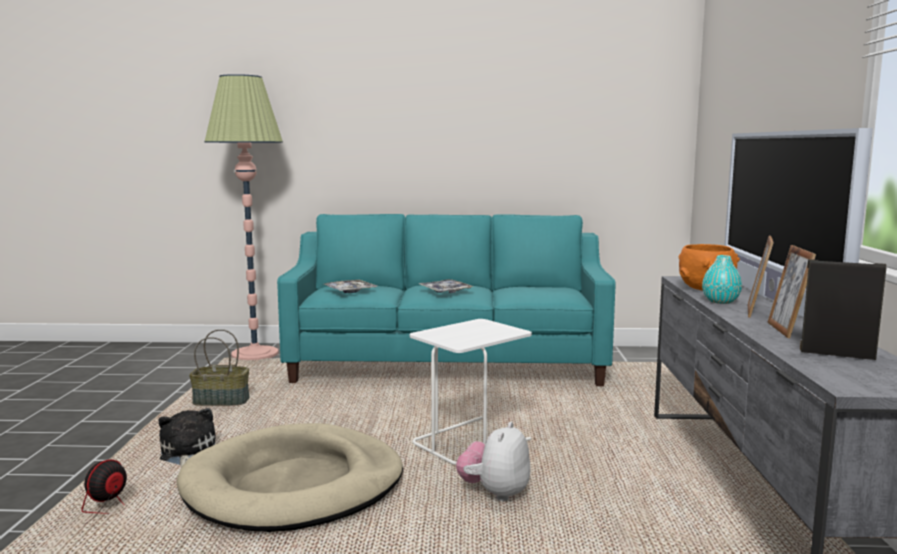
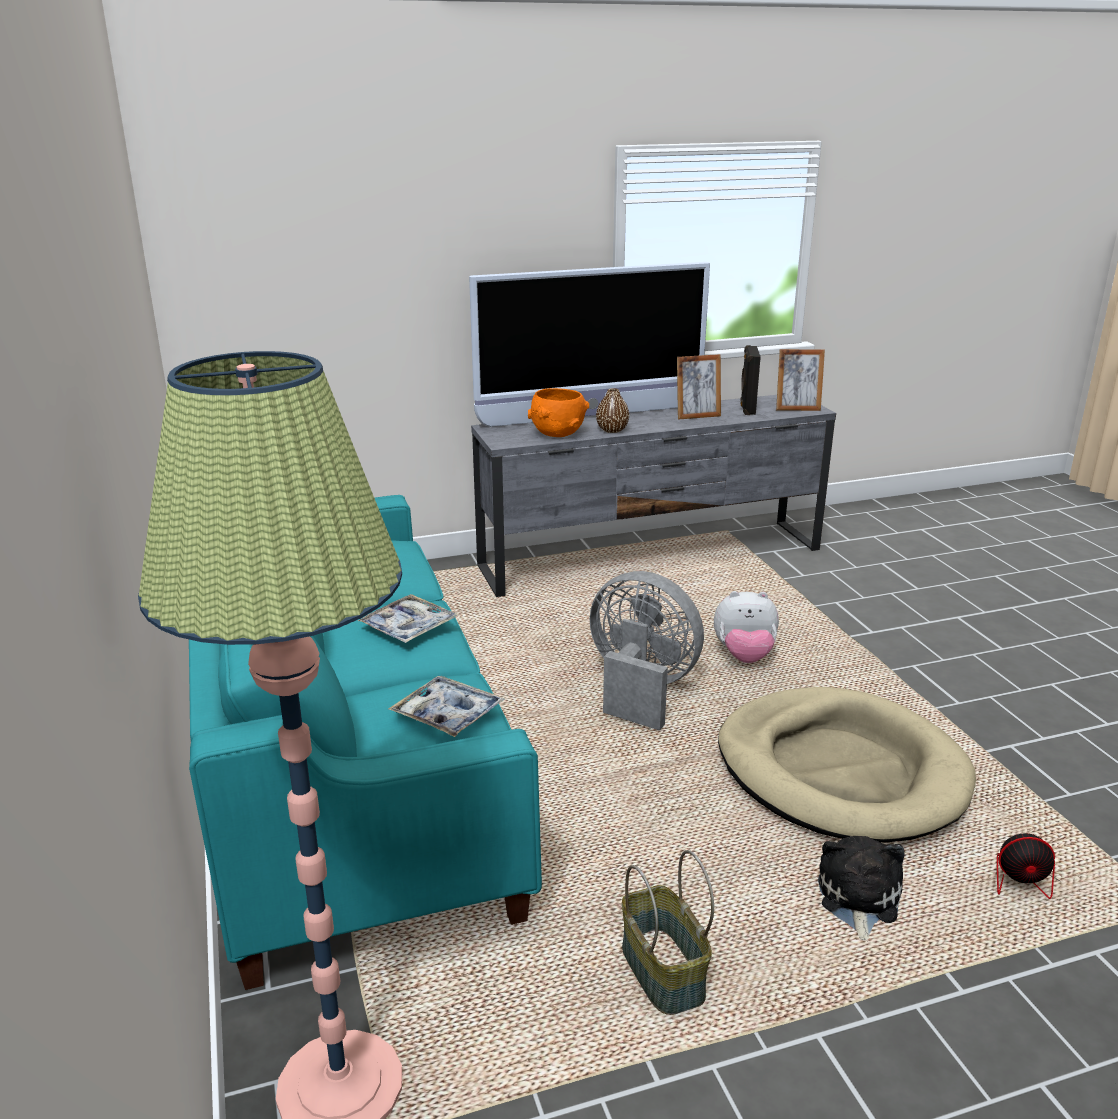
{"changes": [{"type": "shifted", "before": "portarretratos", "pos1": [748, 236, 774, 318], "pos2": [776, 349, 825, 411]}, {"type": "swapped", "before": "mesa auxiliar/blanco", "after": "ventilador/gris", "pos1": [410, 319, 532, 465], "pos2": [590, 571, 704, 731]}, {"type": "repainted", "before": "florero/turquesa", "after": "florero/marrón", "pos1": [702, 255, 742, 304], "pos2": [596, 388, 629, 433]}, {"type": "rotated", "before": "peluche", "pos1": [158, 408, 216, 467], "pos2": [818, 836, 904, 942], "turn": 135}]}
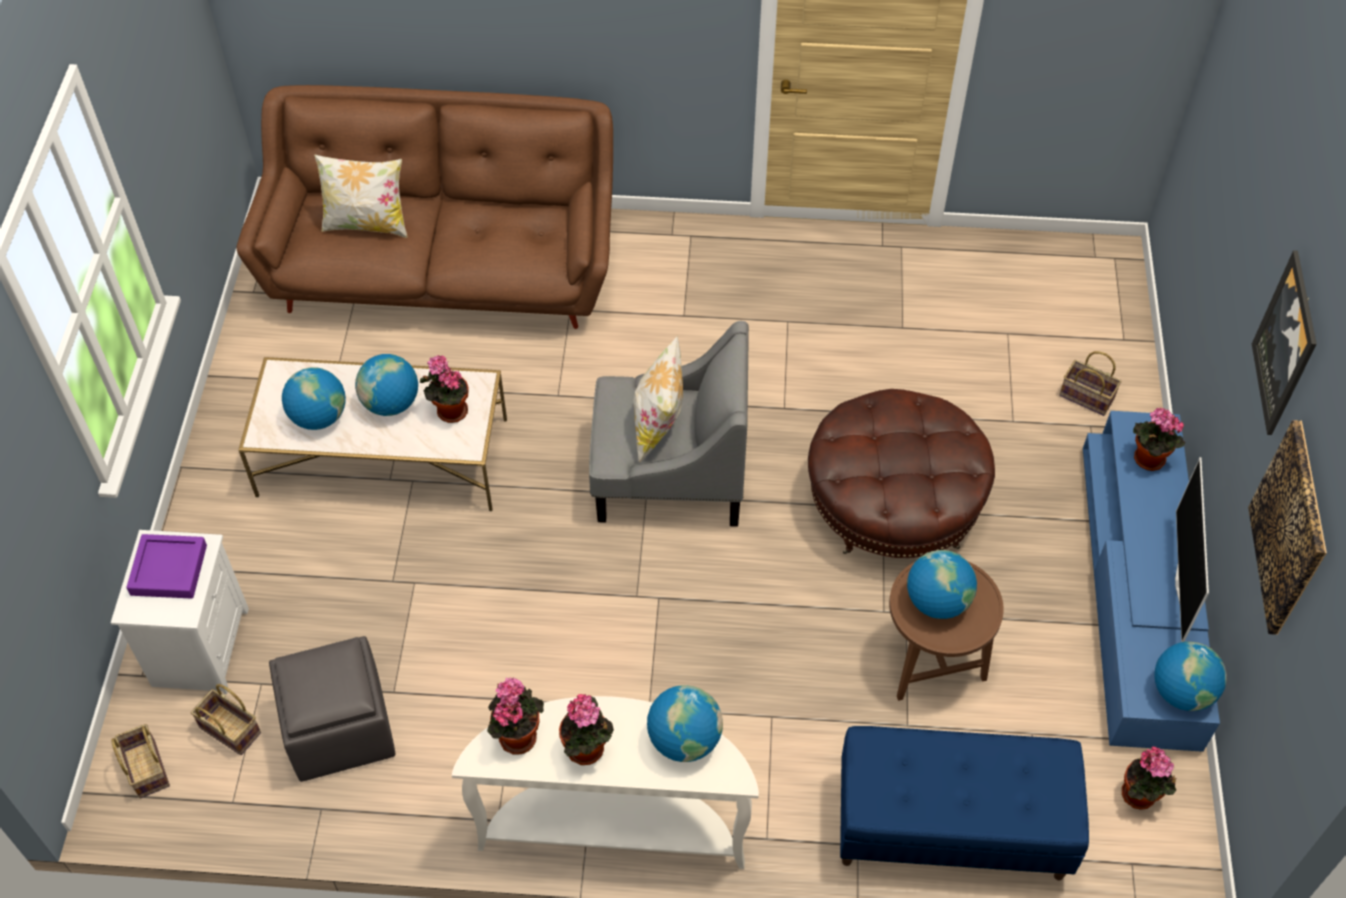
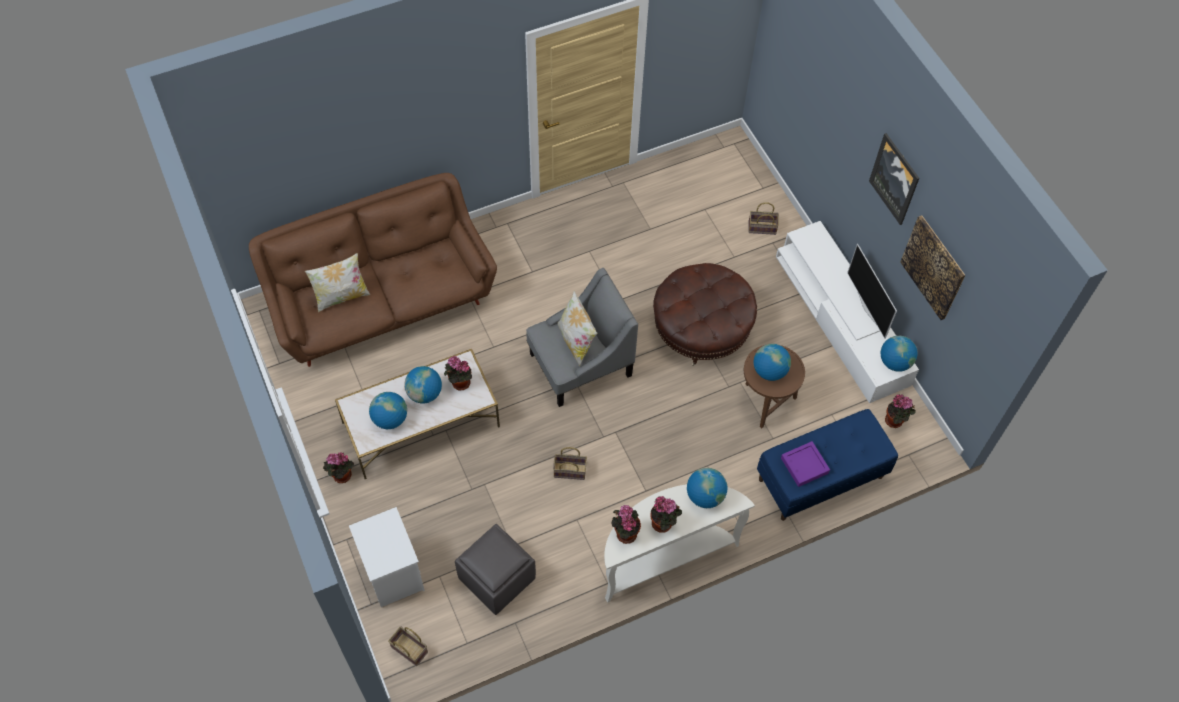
{"changes": [{"type": "shifted", "before": "bandeja/morado", "pos1": [126, 534, 207, 599], "pos2": [781, 441, 830, 487]}, {"type": "shifted", "before": "cesta", "pos1": [191, 684, 261, 755], "pos2": [553, 447, 587, 480]}, {"type": "shifted", "before": "planta en maceta", "pos1": [1133, 407, 1185, 471], "pos2": [323, 453, 354, 483]}, {"type": "repainted", "before": "mueble de televisión/azul", "after": "mueble de televisión/blanco", "pos1": [1083, 411, 1220, 752], "pos2": [776, 221, 919, 403]}]}
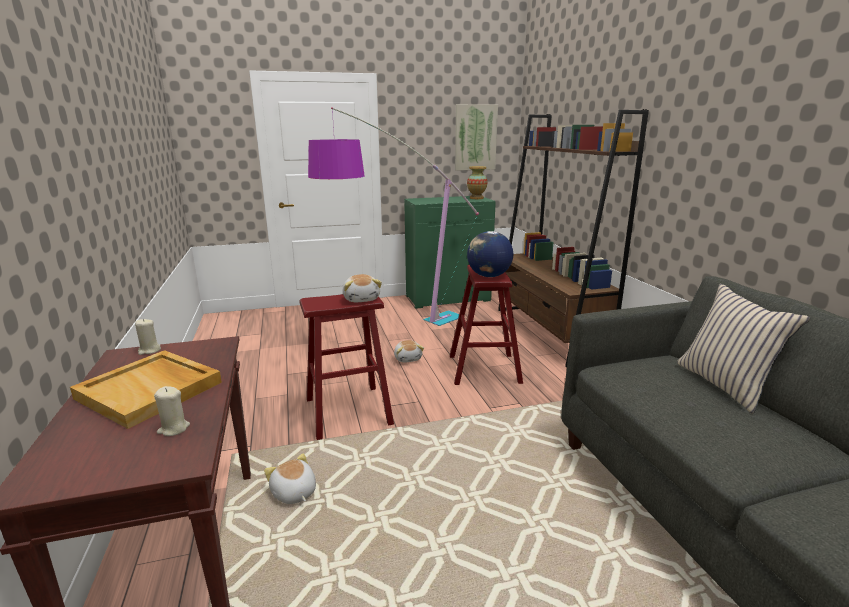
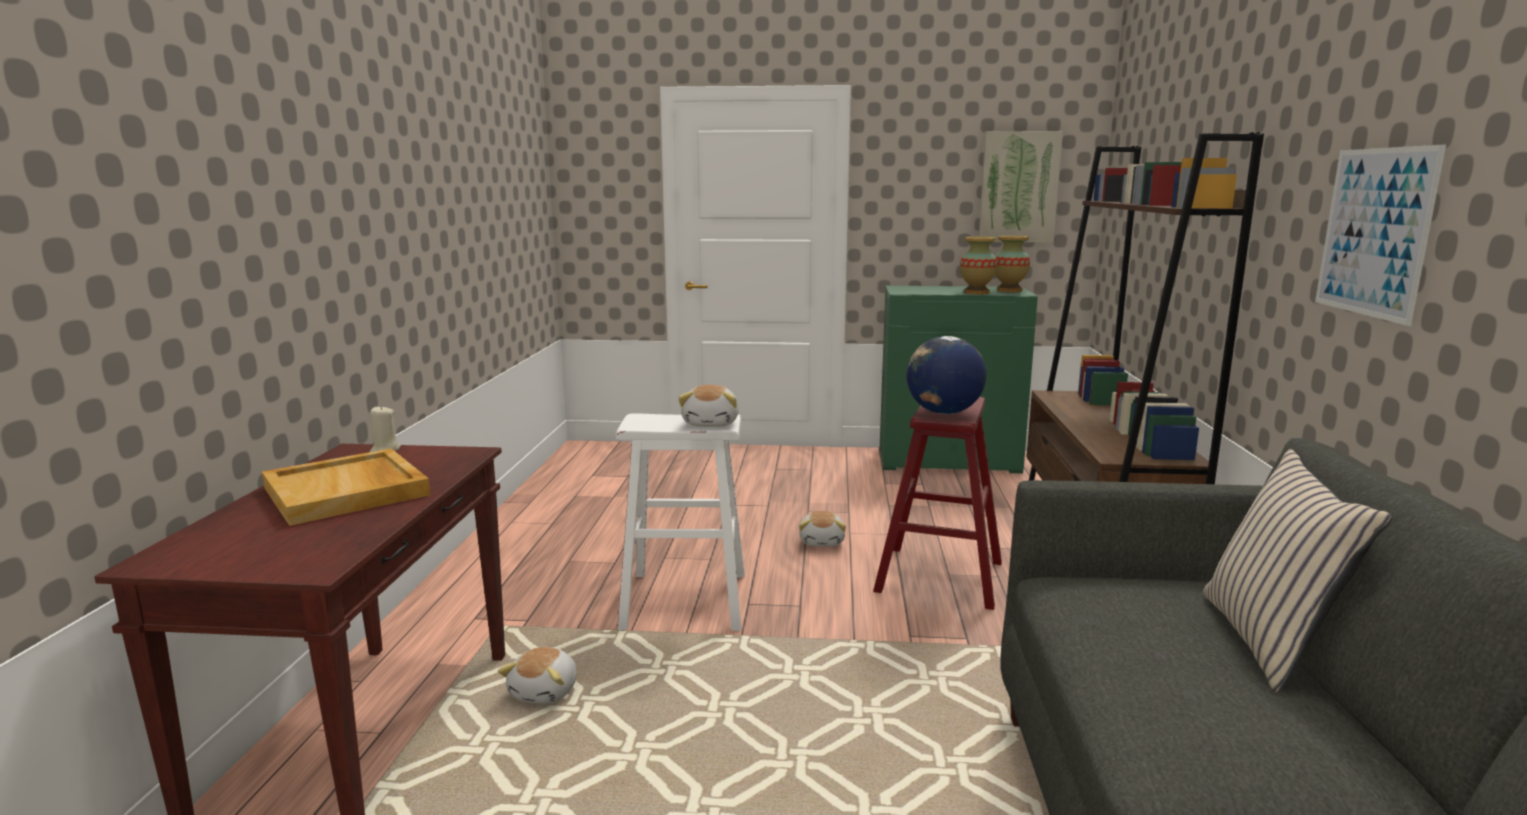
{"changes": [{"type": "gone", "before": "vela/beis", "pos1": [154, 386, 190, 436]}, {"type": "gone", "before": "lámpara de pie", "pos1": [308, 107, 479, 326]}, {"type": "new", "after": "florero", "pos2": [960, 237, 997, 294]}, {"type": "new", "after": "cuadro", "pos2": [1315, 144, 1446, 326]}, {"type": "repainted", "before": "taburete/rojo", "after": "taburete/blanco", "pos1": [300, 294, 394, 440], "pos2": [616, 414, 745, 631]}, {"type": "rotated", "before": "peluche", "pos1": [264, 453, 316, 504], "pos2": [498, 647, 577, 704], "turn": -150}]}
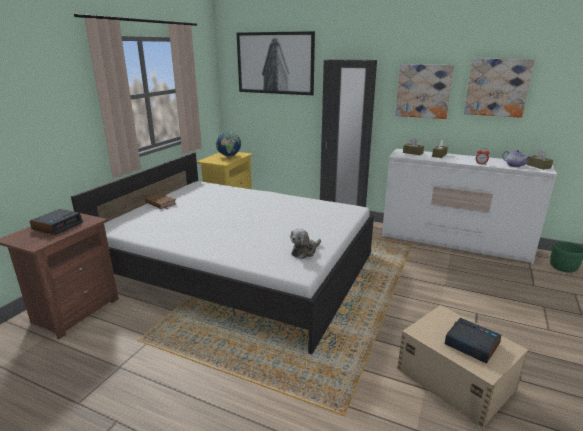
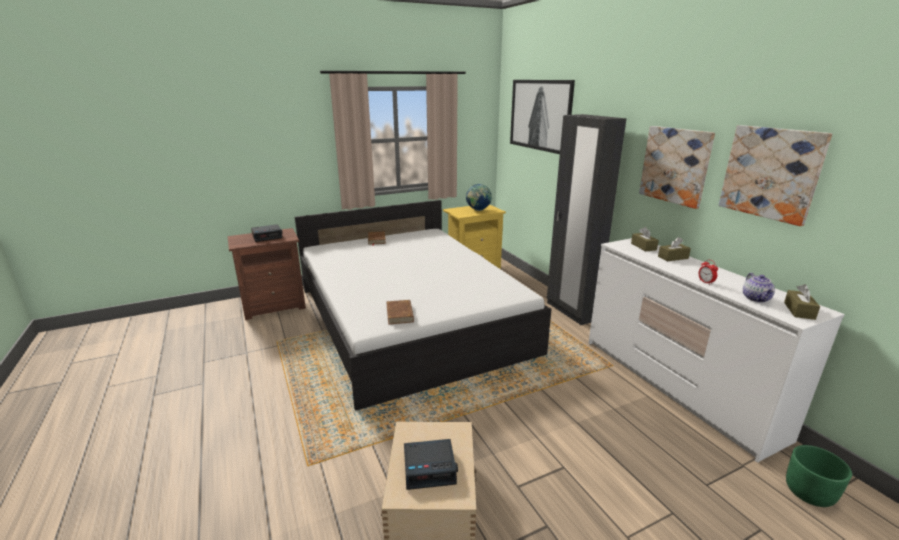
{"changes": [{"type": "swapped", "before": "peluche", "after": "libro/marrón", "pos1": [290, 228, 321, 259], "pos2": [386, 300, 414, 325]}, {"type": "rotated", "before": "despertador", "pos1": [445, 318, 501, 364], "pos2": [404, 439, 458, 490], "turn": 90}]}
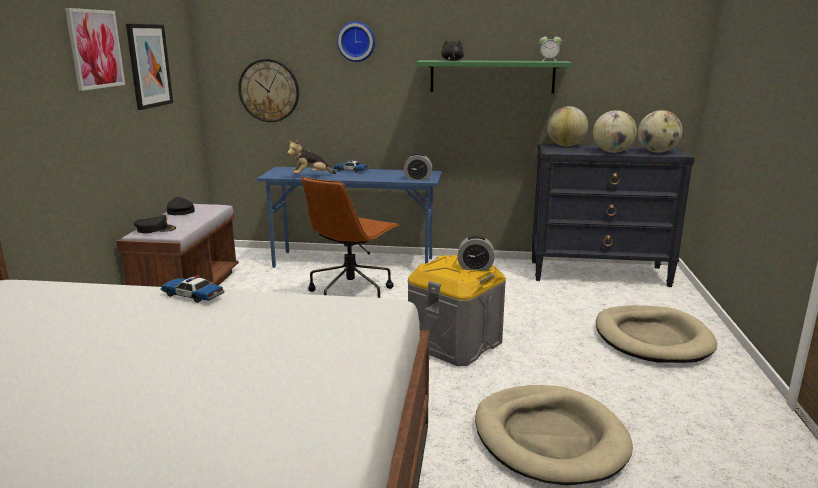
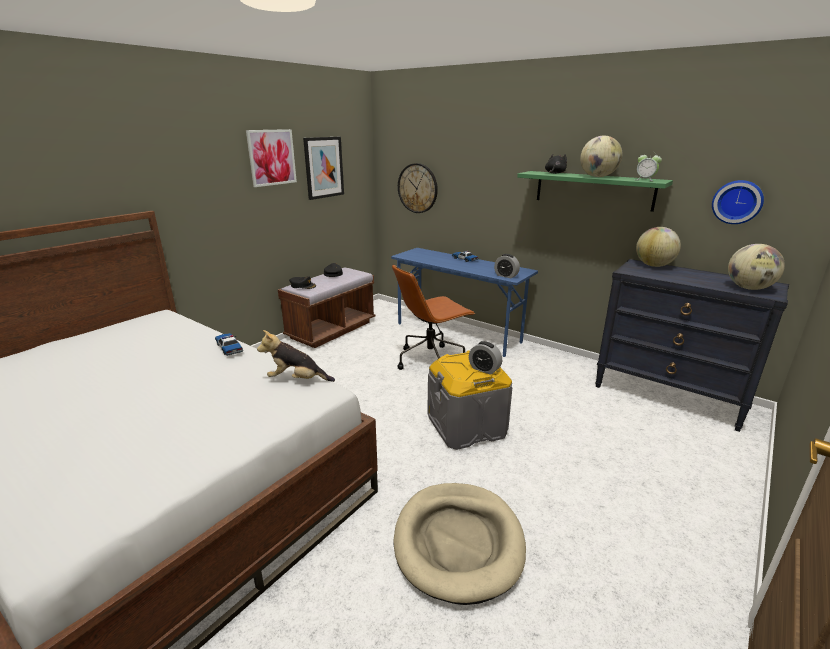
{"changes": [{"type": "gone", "before": "cama para perro/beis", "pos1": [596, 305, 717, 363]}, {"type": "shifted", "before": "peluche", "pos1": [287, 140, 336, 174], "pos2": [257, 330, 335, 382]}, {"type": "shifted", "before": "reloj de pared", "pos1": [337, 21, 375, 62], "pos2": [712, 180, 764, 224]}, {"type": "shifted", "before": "globo terráqueo", "pos1": [593, 110, 637, 153], "pos2": [580, 136, 622, 177]}]}
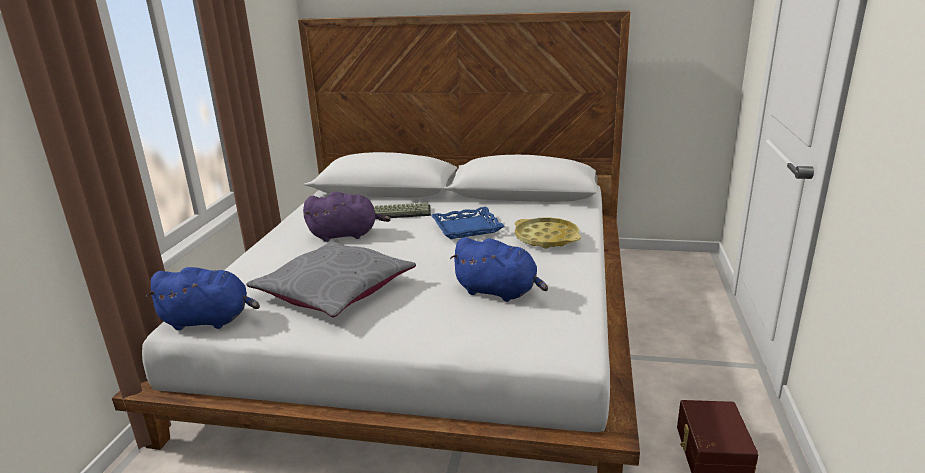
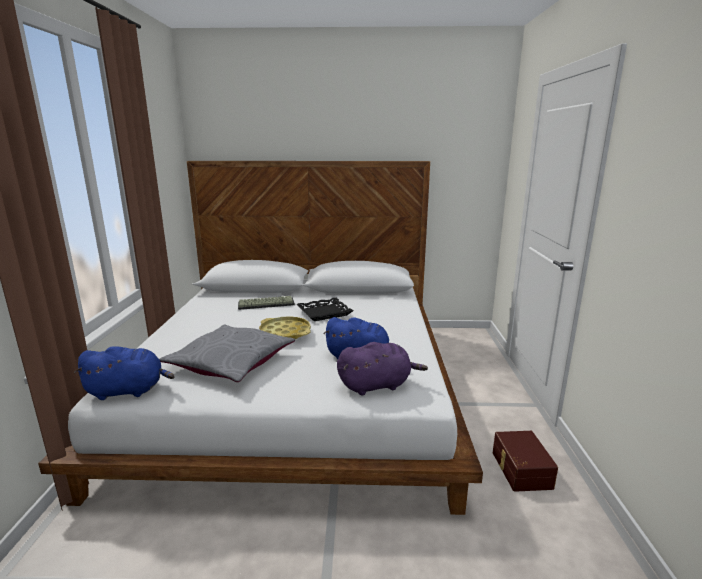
{"changes": [{"type": "shifted", "before": "peluche/morado", "pos1": [303, 191, 391, 242], "pos2": [337, 342, 428, 395]}, {"type": "shifted", "before": "bandeja/amarillo", "pos1": [515, 218, 581, 249], "pos2": [259, 316, 311, 339]}, {"type": "repainted", "before": "bandeja/azul", "after": "bandeja/negro", "pos1": [431, 207, 504, 239], "pos2": [296, 298, 353, 321]}]}
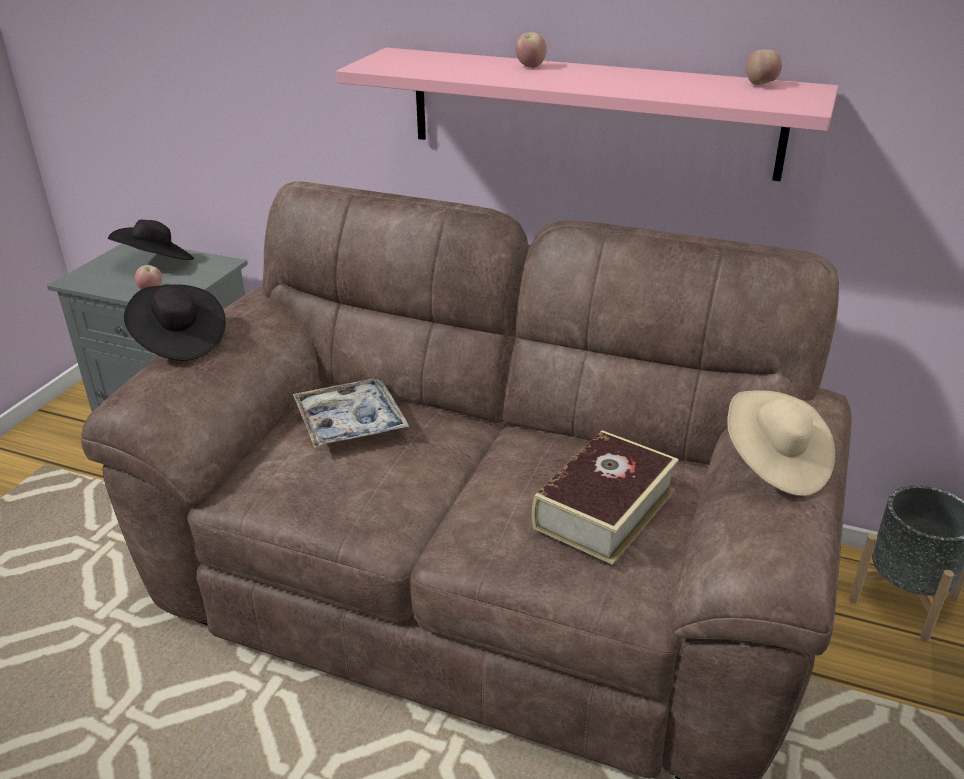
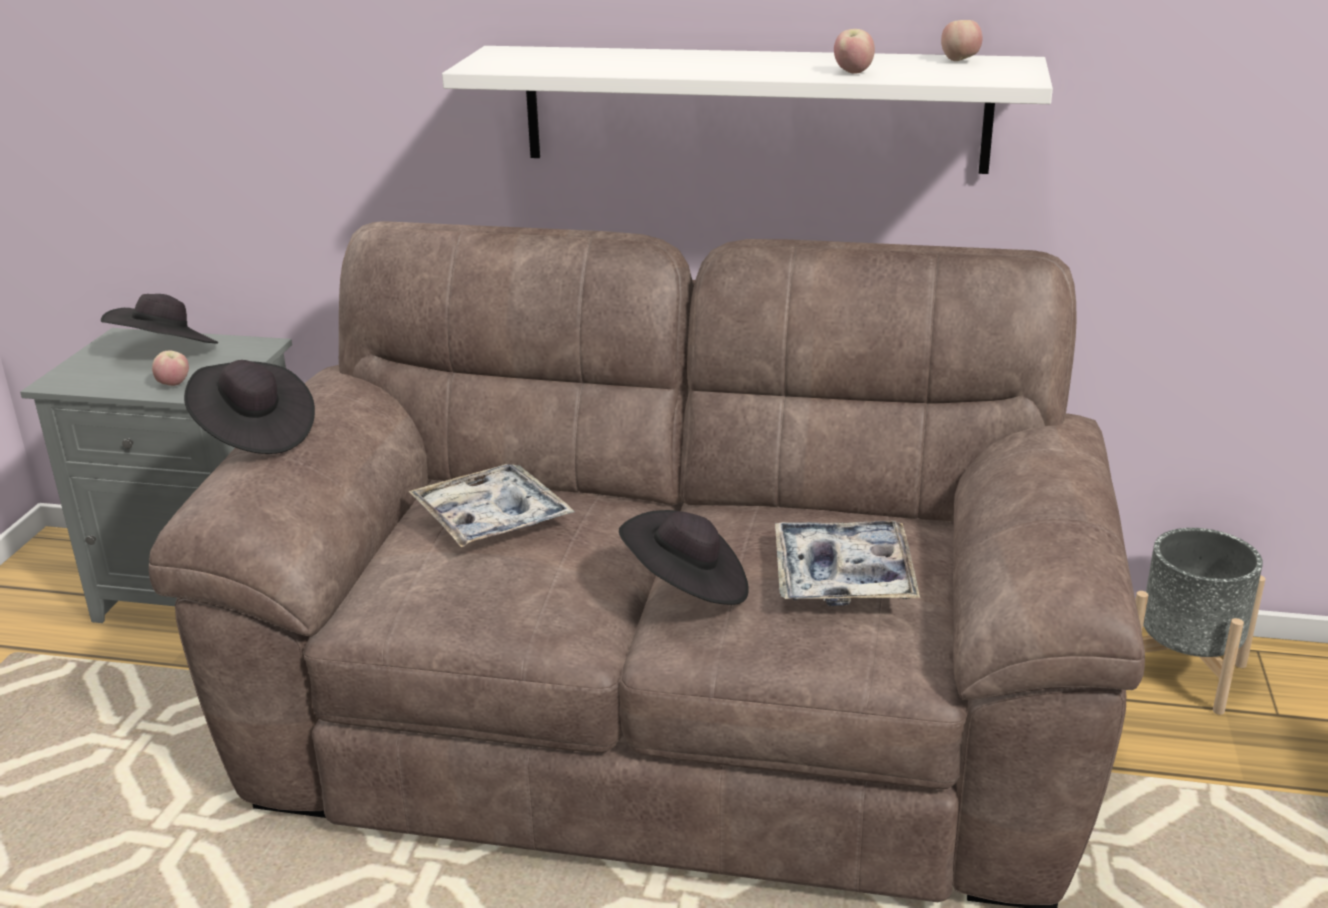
{"changes": [{"type": "gone", "before": "sombrero/beis", "pos1": [727, 390, 835, 496]}, {"type": "new", "after": "sombrero/negro", "pos2": [619, 510, 749, 605]}, {"type": "shifted", "before": "manzana", "pos1": [515, 32, 547, 68], "pos2": [834, 29, 875, 74]}, {"type": "swapped", "before": "libro", "after": "bandeja", "pos1": [532, 430, 679, 565], "pos2": [775, 521, 920, 606]}, {"type": "repainted", "before": "estante/rosa", "after": "estante/blanco", "pos1": [336, 48, 838, 181], "pos2": [442, 46, 1053, 174]}]}
